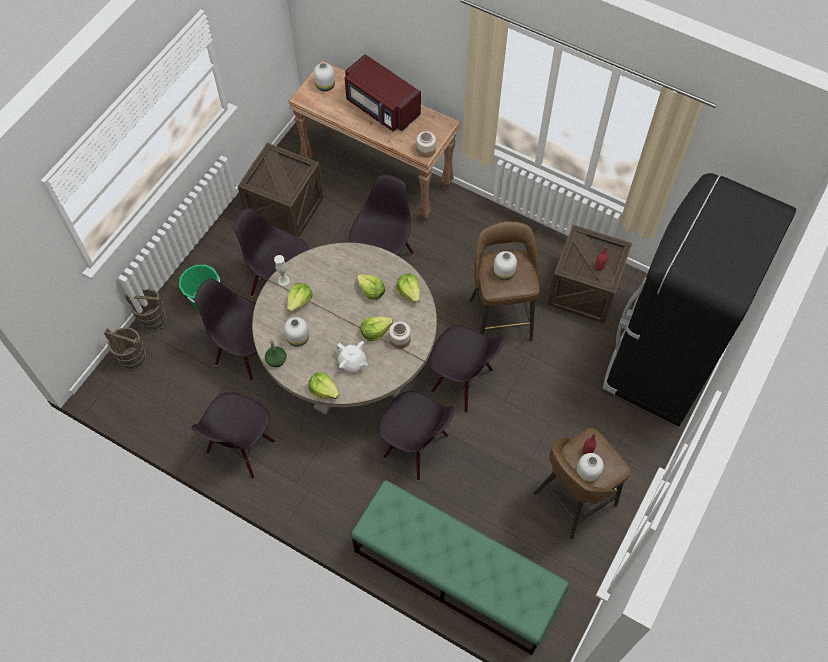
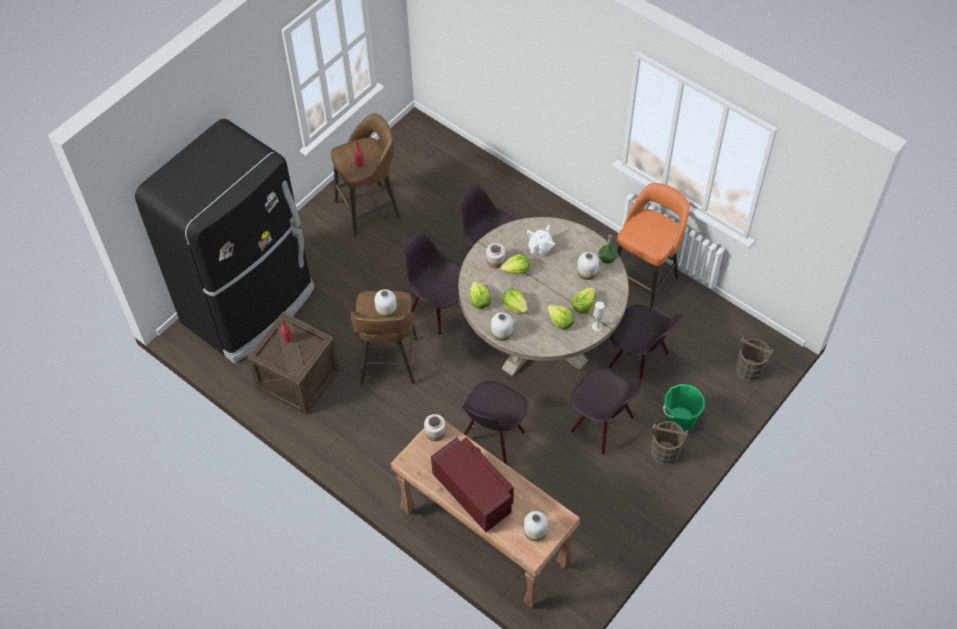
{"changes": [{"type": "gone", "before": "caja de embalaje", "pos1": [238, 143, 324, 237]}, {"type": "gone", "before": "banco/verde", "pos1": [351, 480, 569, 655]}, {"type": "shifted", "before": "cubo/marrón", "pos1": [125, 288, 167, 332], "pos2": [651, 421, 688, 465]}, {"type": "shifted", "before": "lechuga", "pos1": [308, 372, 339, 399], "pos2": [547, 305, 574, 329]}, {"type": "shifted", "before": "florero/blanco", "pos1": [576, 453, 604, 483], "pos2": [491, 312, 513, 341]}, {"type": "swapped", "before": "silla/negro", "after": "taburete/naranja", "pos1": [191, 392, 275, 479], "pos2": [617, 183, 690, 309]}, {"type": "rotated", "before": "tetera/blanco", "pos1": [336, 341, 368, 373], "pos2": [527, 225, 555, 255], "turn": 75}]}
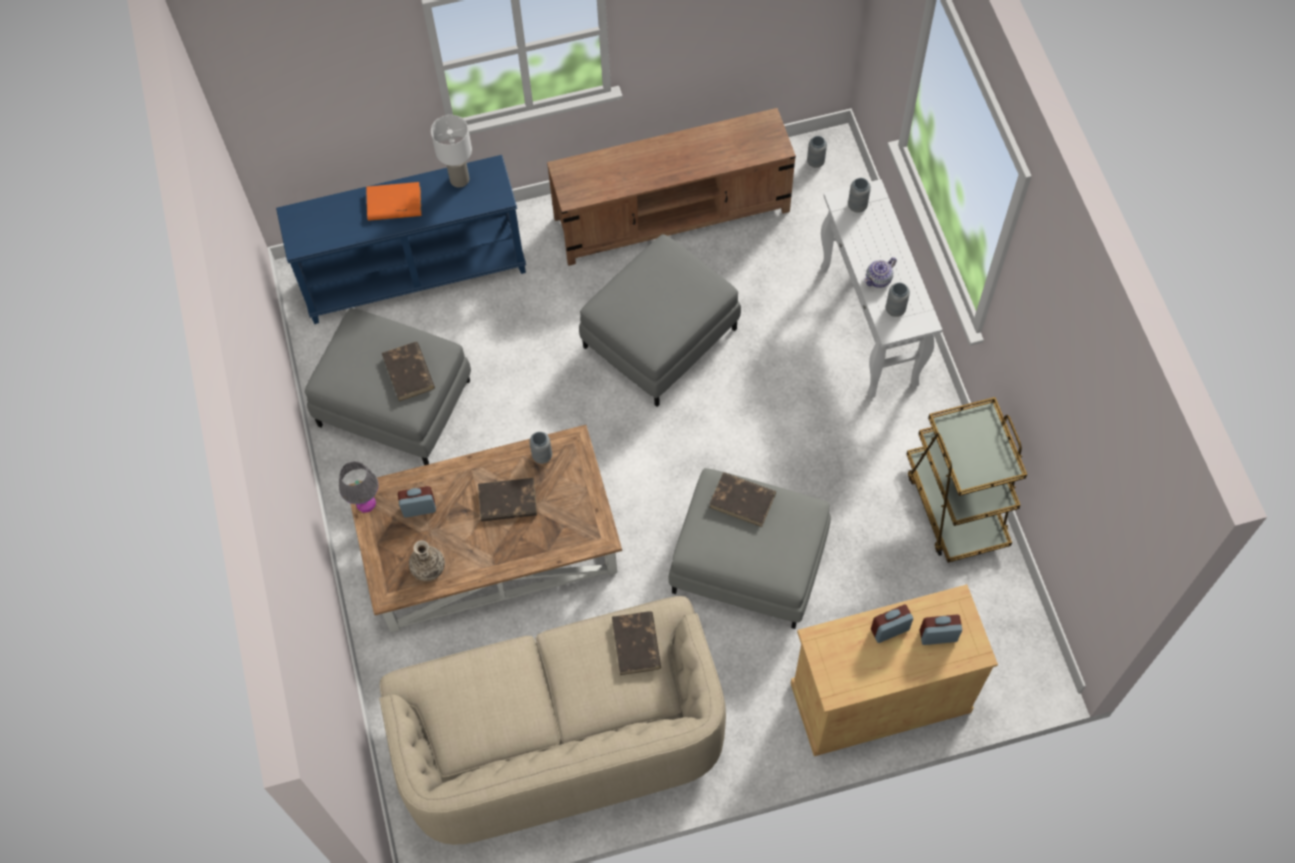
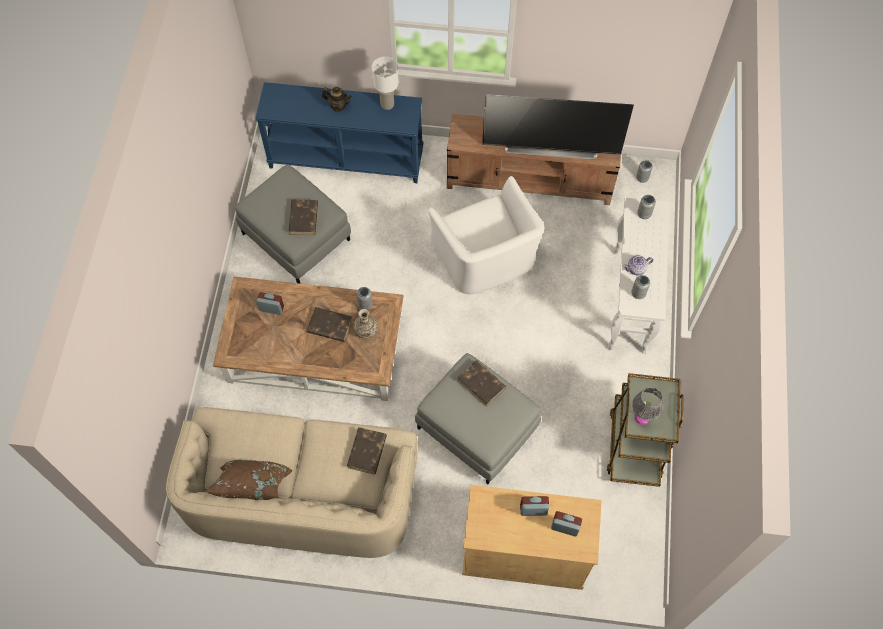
{"changes": [{"type": "new", "after": "cojín/marrón", "pos2": [205, 460, 292, 500]}, {"type": "new", "after": "televisor", "pos2": [482, 94, 634, 160]}, {"type": "shifted", "before": "lámpara de mesa/gris", "pos1": [339, 461, 378, 513], "pos2": [632, 387, 663, 425]}, {"type": "shifted", "before": "florero", "pos1": [409, 540, 445, 581], "pos2": [353, 309, 378, 339]}, {"type": "swapped", "before": "libro/naranja", "after": "tetera", "pos1": [366, 182, 422, 221], "pos2": [322, 87, 352, 111]}, {"type": "swapped", "before": "puf/gris", "after": "sillón/blanco", "pos1": [579, 234, 741, 407], "pos2": [428, 176, 544, 294]}]}
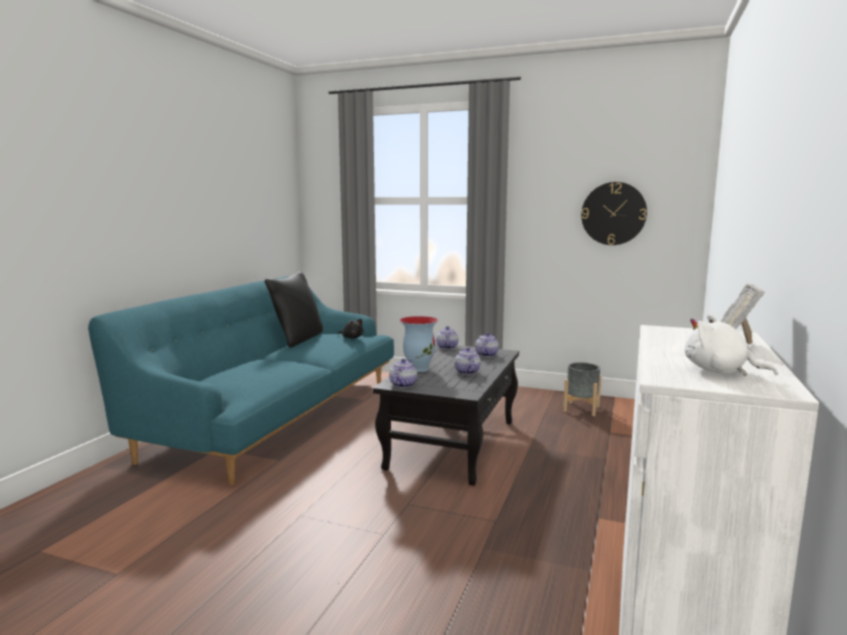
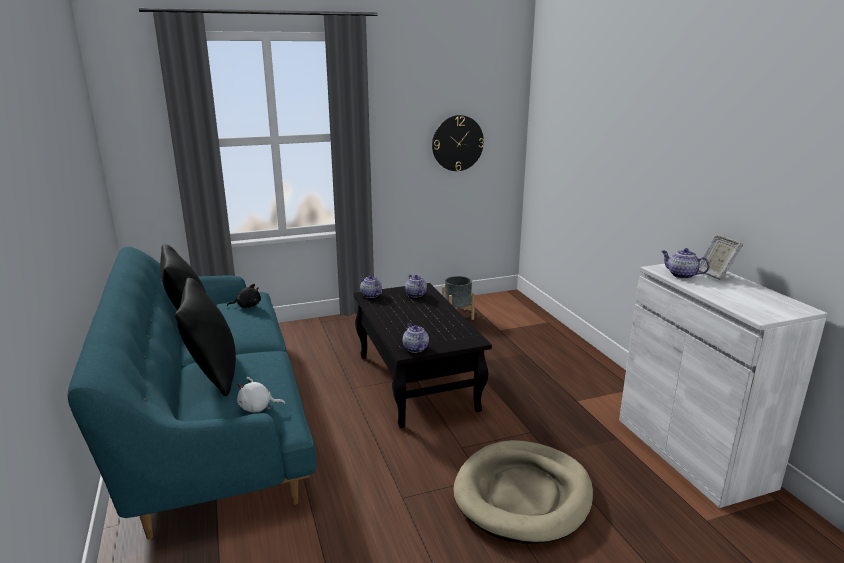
{"changes": [{"type": "gone", "before": "florero", "pos1": [400, 316, 438, 372]}, {"type": "new", "after": "cojín/negro", "pos2": [175, 278, 236, 396]}, {"type": "new", "after": "cama para perro/beis", "pos2": [453, 440, 593, 544]}, {"type": "shifted", "before": "tetera", "pos1": [454, 347, 481, 375], "pos2": [661, 248, 710, 279]}, {"type": "shifted", "before": "peluche/blanco", "pos1": [684, 314, 778, 376], "pos2": [237, 377, 286, 412]}]}
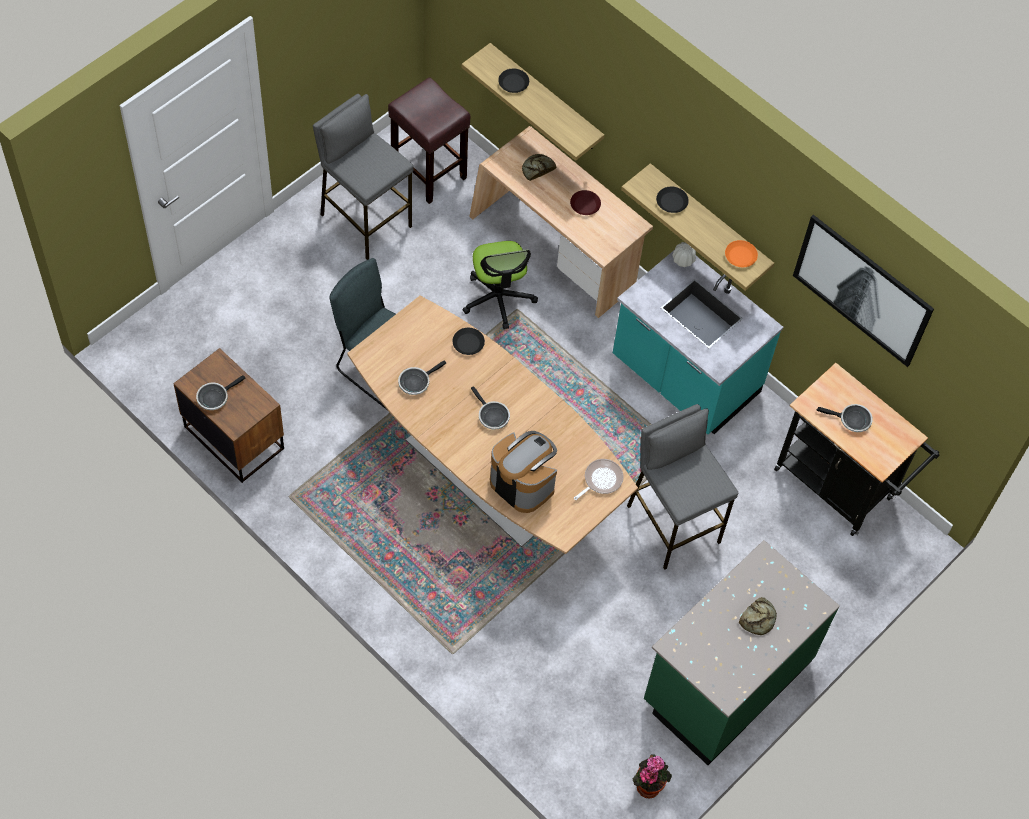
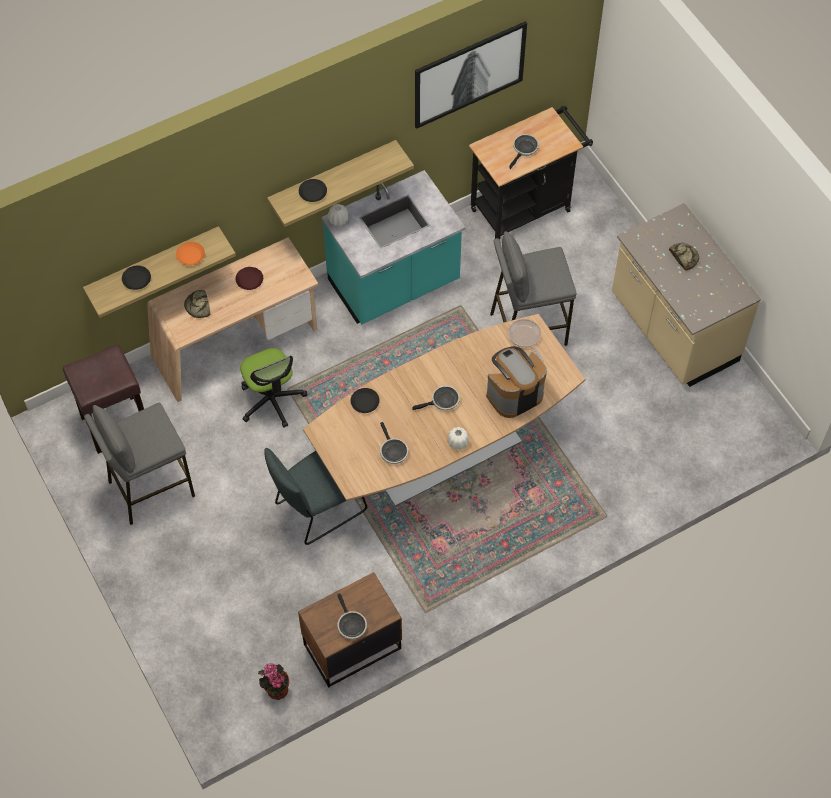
{"changes": [{"type": "new", "after": "florero/blanco", "pos2": [447, 427, 469, 450]}, {"type": "shifted", "before": "planta en maceta", "pos1": [633, 755, 672, 799], "pos2": [258, 663, 289, 700]}, {"type": "shifted", "before": "plato/naranja", "pos1": [725, 240, 758, 267], "pos2": [176, 242, 205, 266]}, {"type": "repainted", "before": "mueble bajo de cocina/verde", "after": "mueble bajo de cocina/beis", "pos1": [644, 540, 840, 765], "pos2": [612, 203, 761, 387]}, {"type": "rotated", "before": "silla de oficina", "pos1": [462, 241, 538, 329], "pos2": [240, 348, 307, 427], "turn": 60}]}
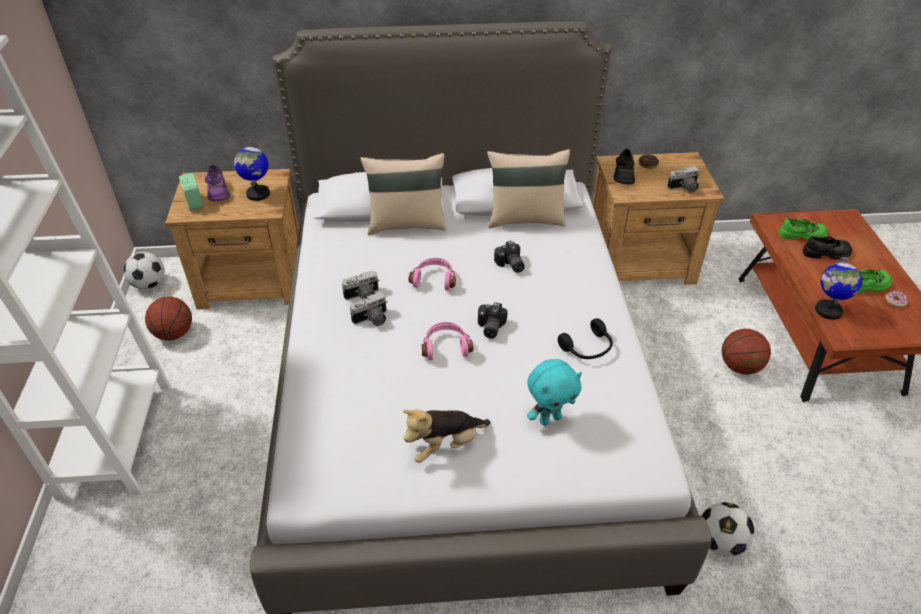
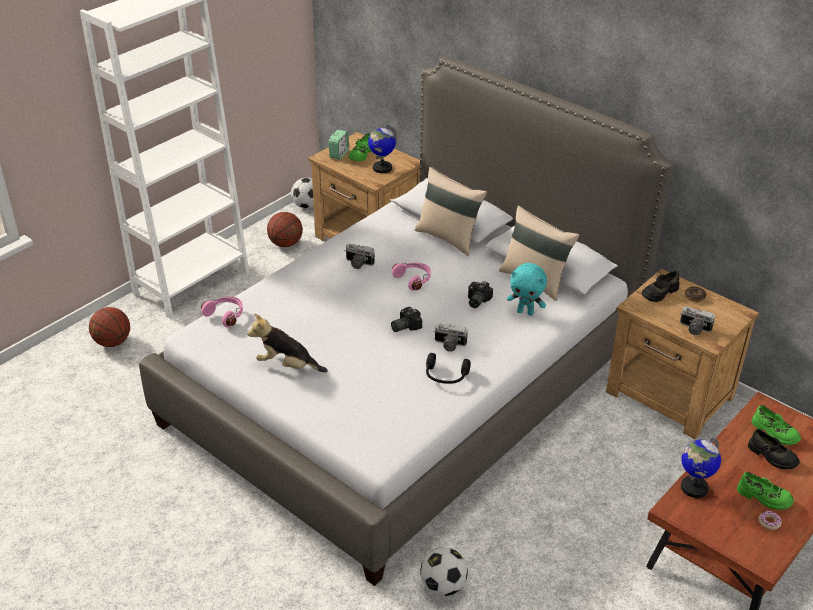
{"changes": [{"type": "shifted", "before": "cámara", "pos1": [350, 292, 388, 326], "pos2": [435, 323, 468, 351]}, {"type": "shifted", "before": "auriculares/rosa", "pos1": [421, 322, 473, 360], "pos2": [201, 297, 243, 327]}, {"type": "shifted", "before": "peluche/turquesa", "pos1": [527, 359, 582, 426], "pos2": [507, 263, 547, 316]}, {"type": "shifted", "before": "balón de baloncesto", "pos1": [722, 329, 771, 375], "pos2": [89, 307, 130, 347]}, {"type": "repainted", "before": "zapato/morado", "after": "zapato/verde", "pos1": [205, 165, 230, 201], "pos2": [348, 133, 372, 162]}]}
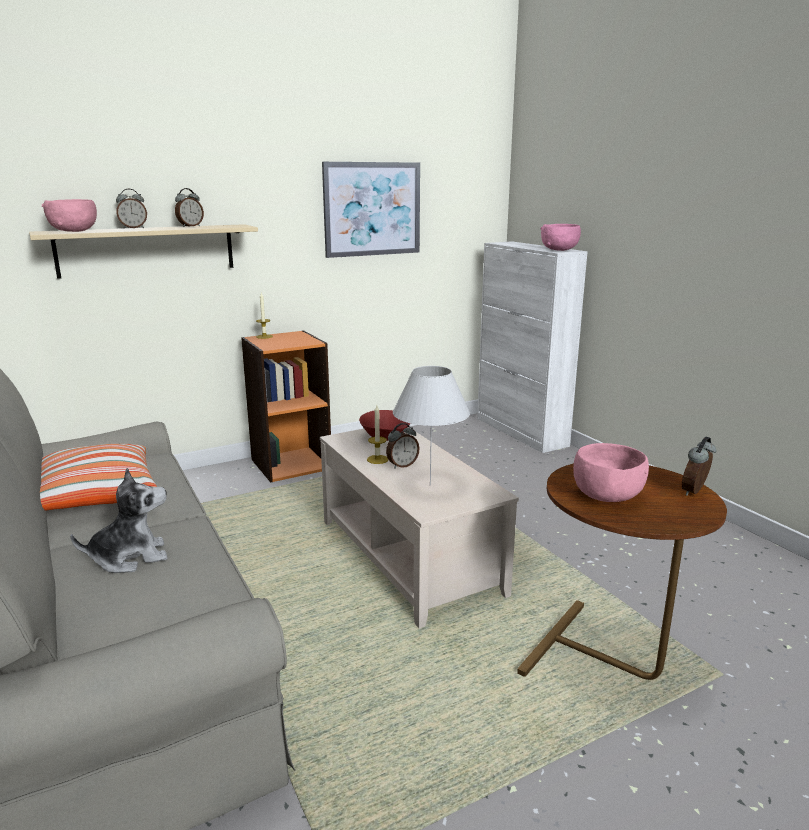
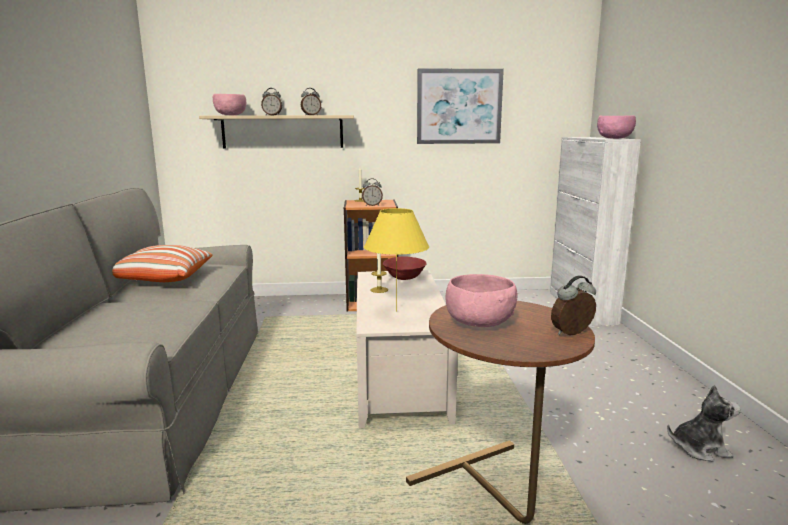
{"changes": [{"type": "shifted", "before": "peluche", "pos1": [70, 468, 168, 573], "pos2": [667, 385, 741, 462]}, {"type": "shifted", "before": "despertador", "pos1": [386, 423, 419, 469], "pos2": [362, 179, 383, 206]}, {"type": "repainted", "before": "lámpara de mesa/blanco", "after": "lámpara de mesa/amarillo", "pos1": [393, 366, 470, 486], "pos2": [364, 208, 429, 312]}]}
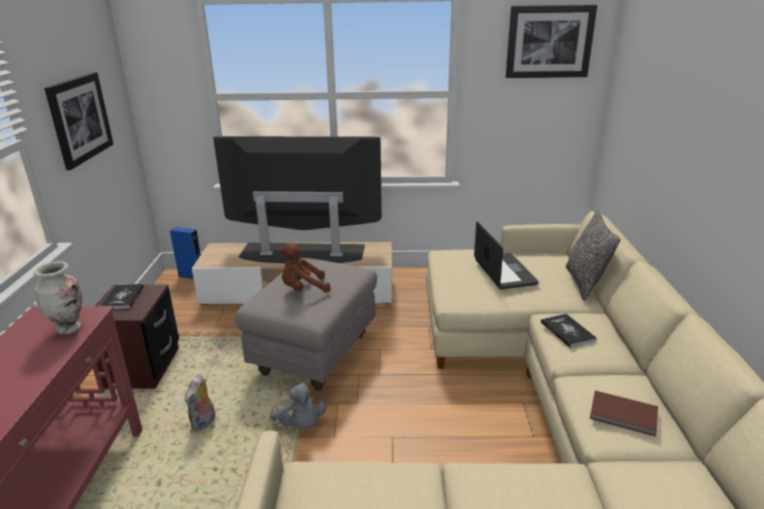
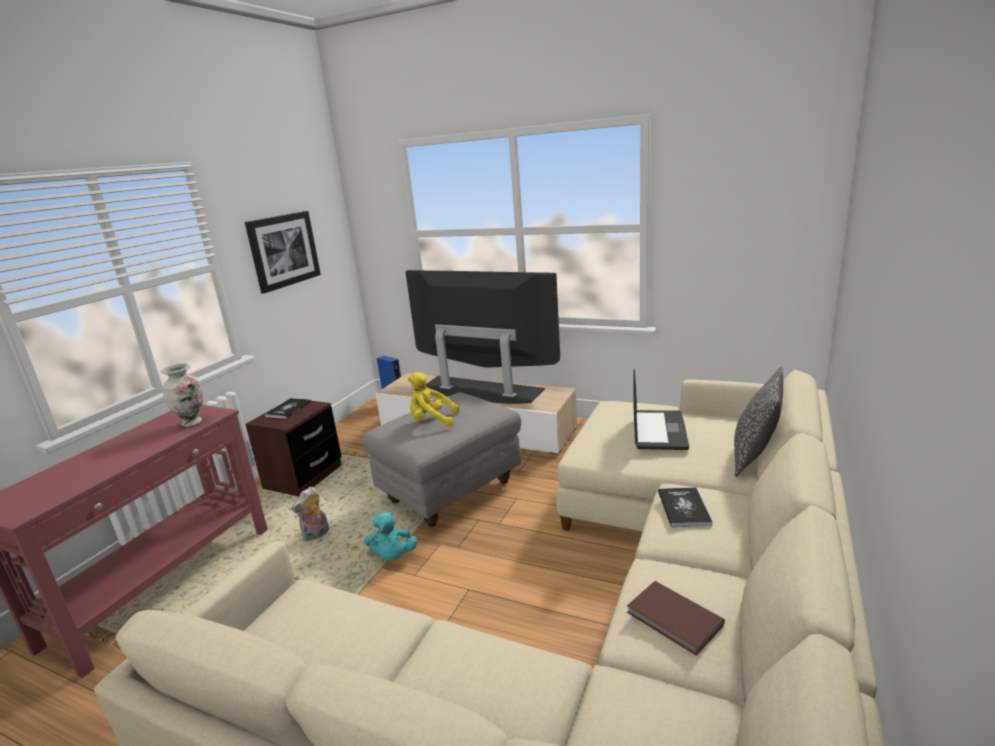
{"changes": [{"type": "gone", "before": "cuadro", "pos1": [506, 5, 597, 78]}, {"type": "repainted", "before": "peluche/gris", "after": "peluche/turquesa", "pos1": [270, 382, 326, 429], "pos2": [364, 512, 417, 560]}, {"type": "repainted", "before": "peluche/marrón", "after": "peluche/amarillo", "pos1": [279, 243, 331, 293], "pos2": [408, 372, 459, 427]}]}
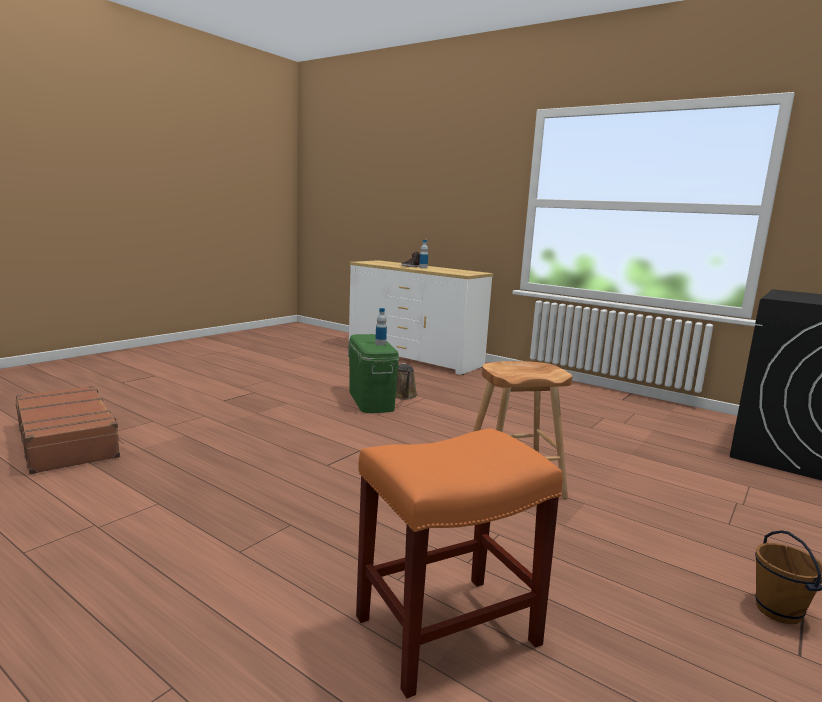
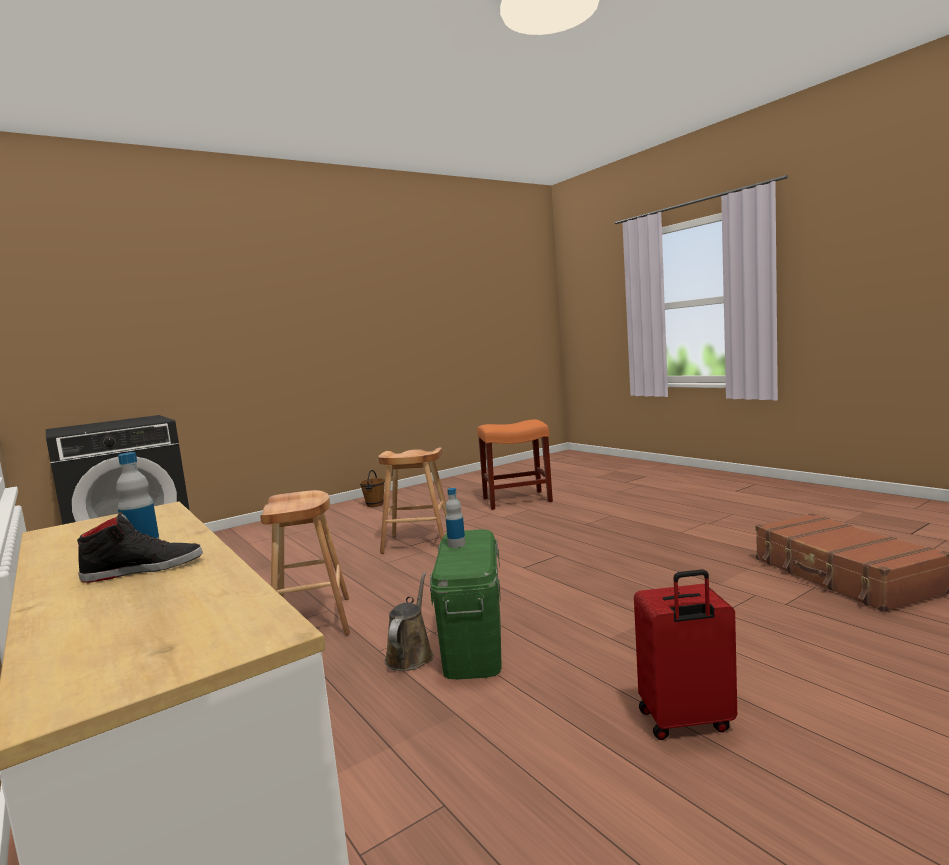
{"changes": [{"type": "new", "after": "taburete/marrón", "pos2": [260, 490, 350, 635]}, {"type": "new", "after": "maleta/rojo", "pos2": [634, 569, 737, 740]}]}
